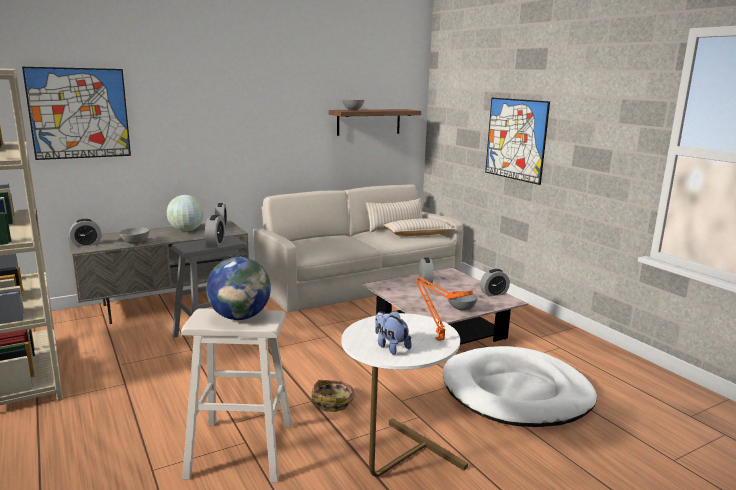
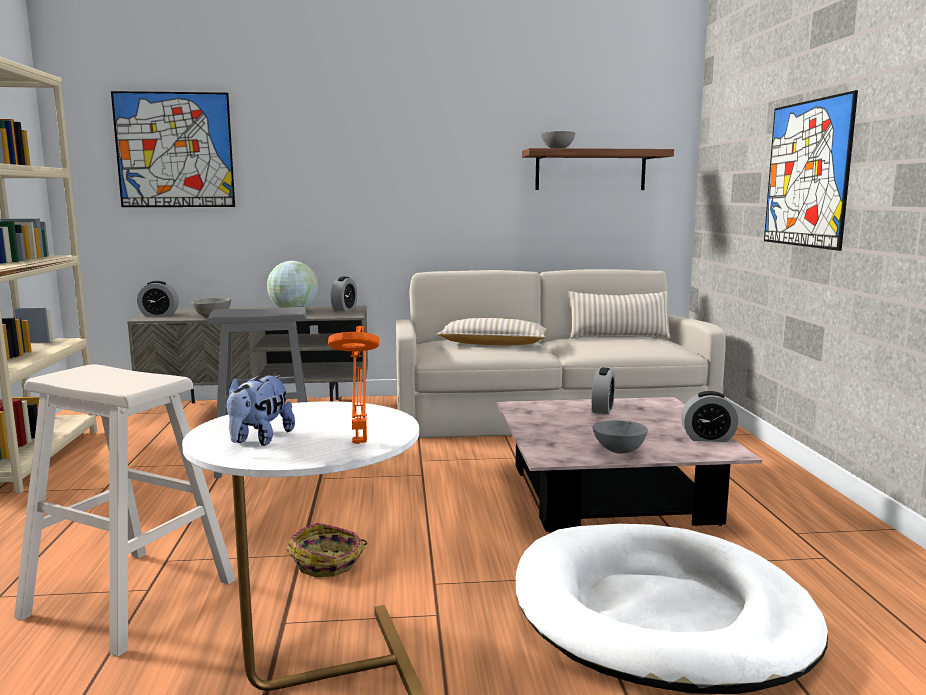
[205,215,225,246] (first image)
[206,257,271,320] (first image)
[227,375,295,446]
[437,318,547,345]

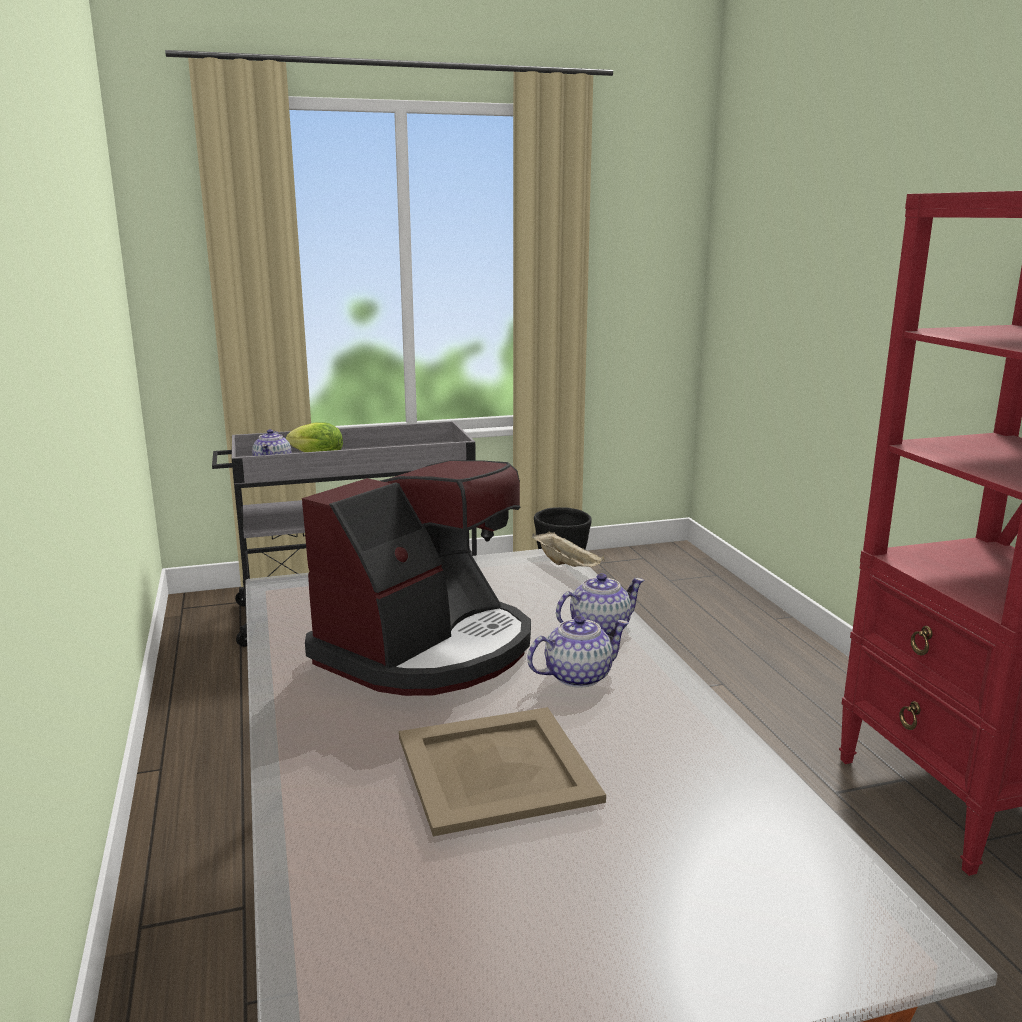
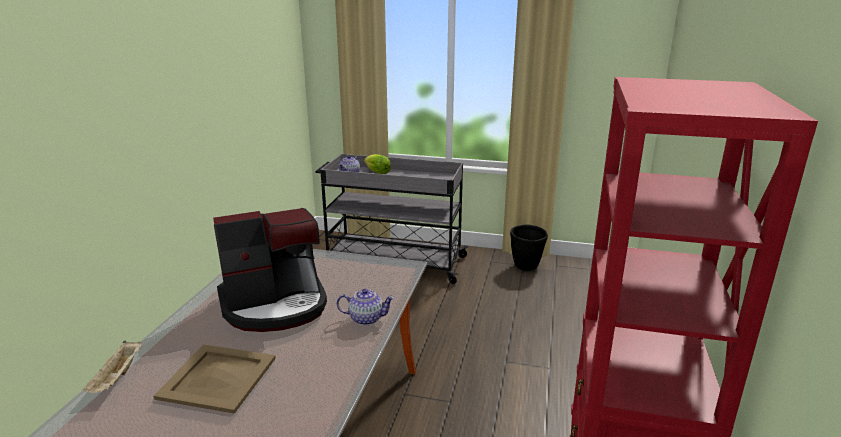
[527,615,629,688] (first image)
[83,341,142,393]

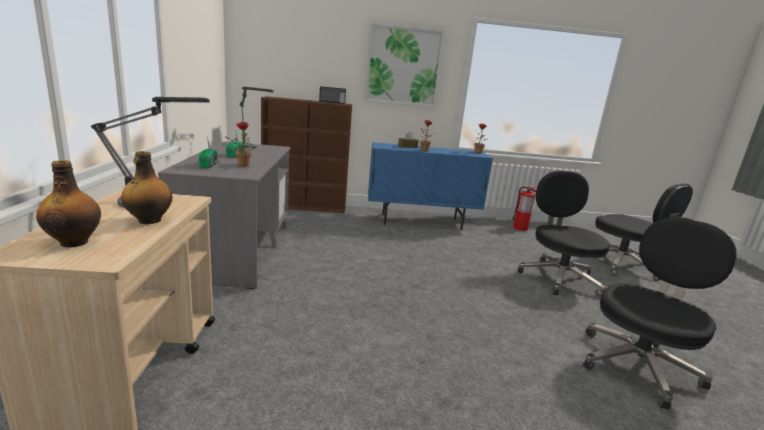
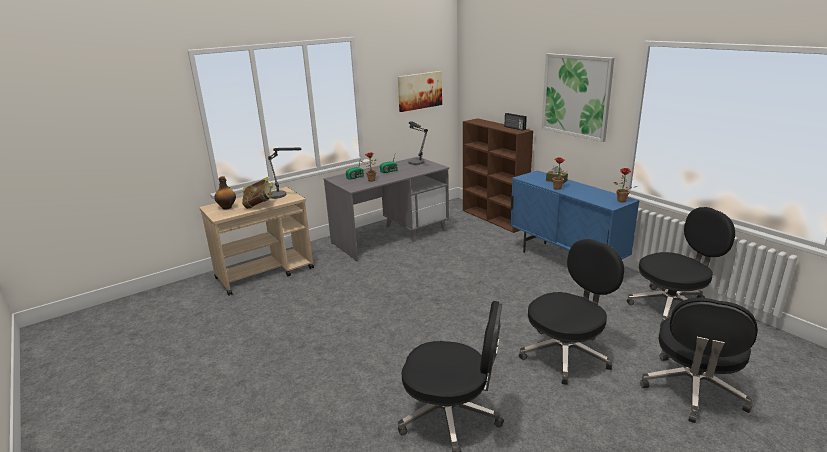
[242,177,273,209]
[627,207,735,326]
[398,71,442,112]

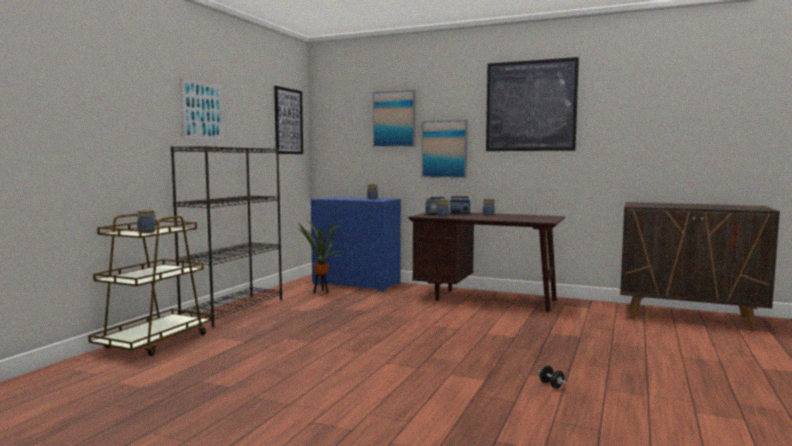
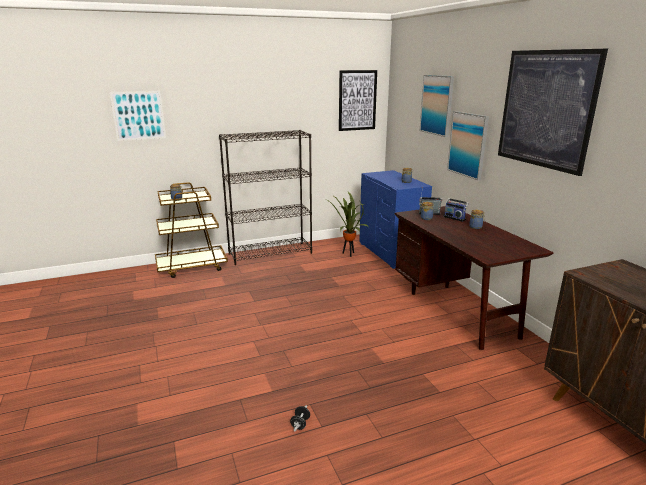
[110,91,166,141]

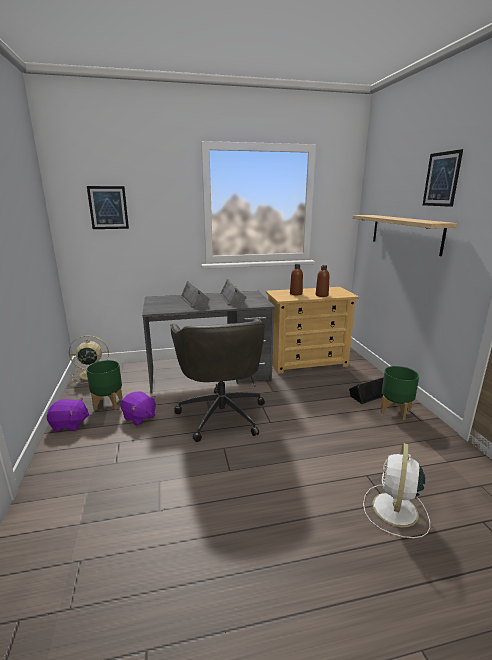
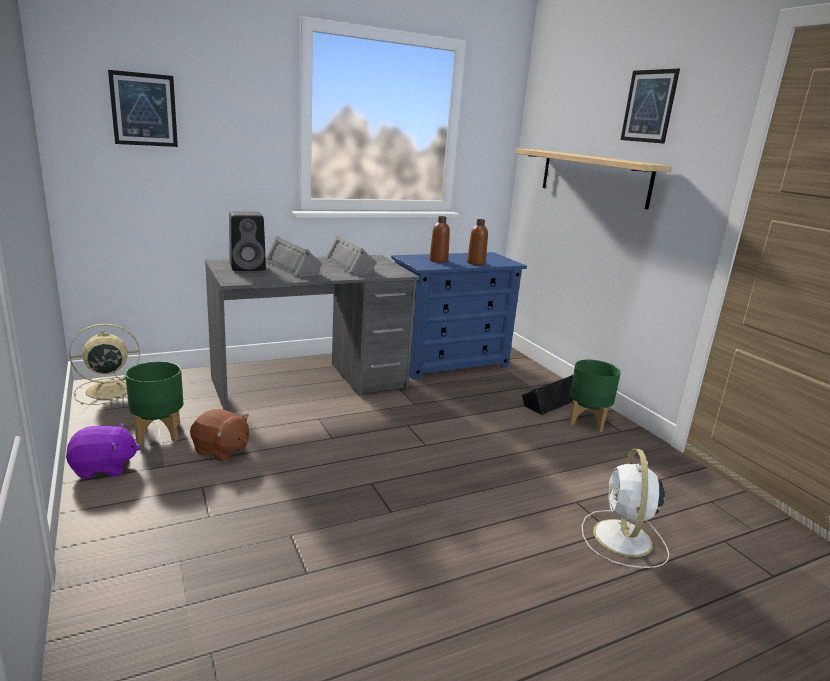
[190,409,249,462]
[170,318,265,442] (first image)
[391,252,527,380]
[229,211,266,271]

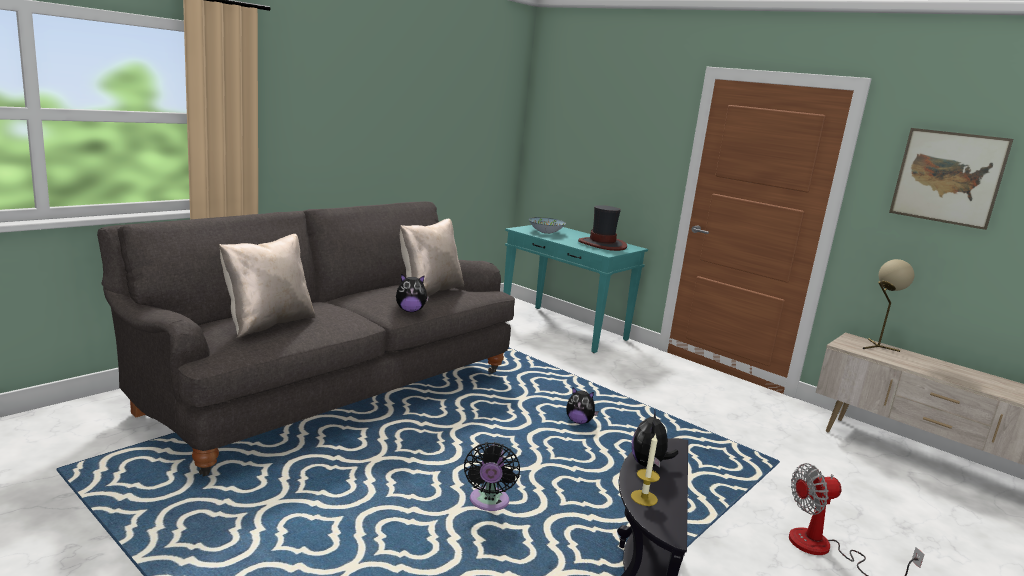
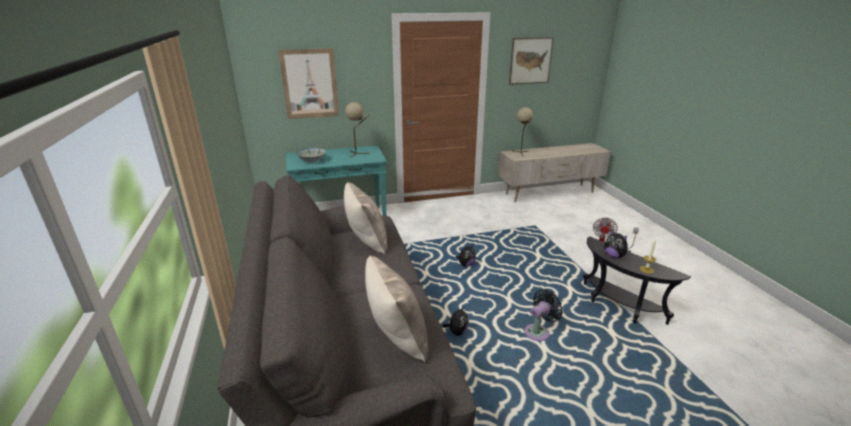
[443,305,469,336]
[524,289,563,341]
[345,102,370,157]
[278,48,339,119]

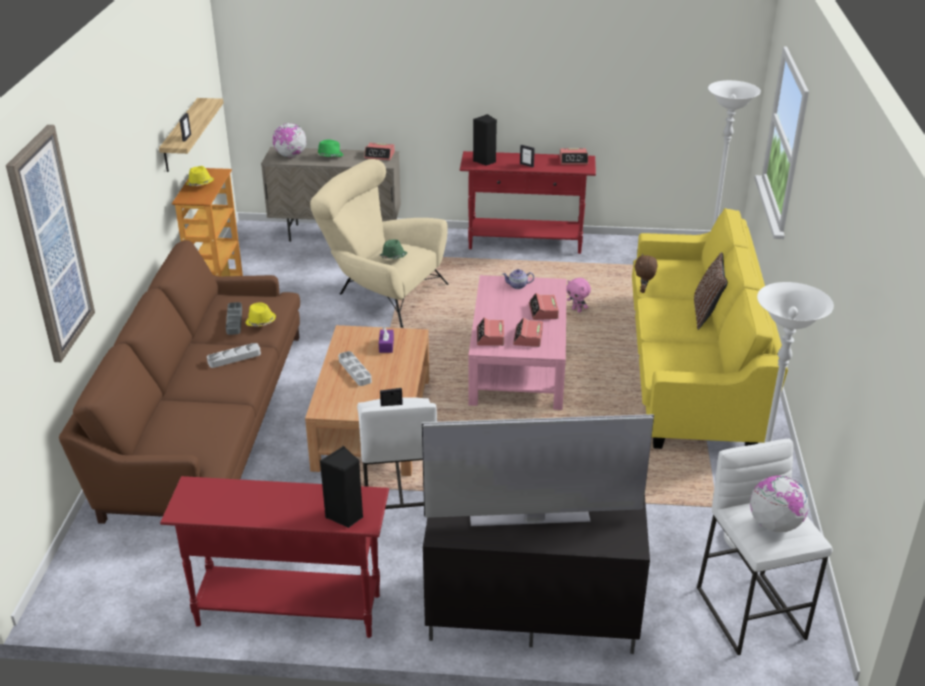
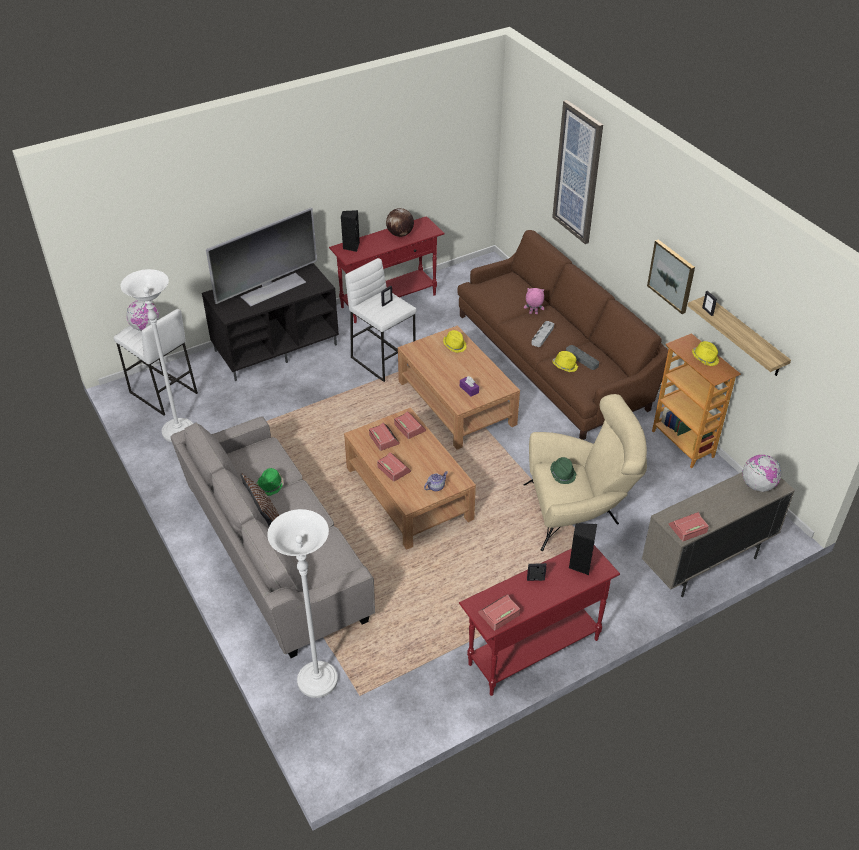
[256,468,284,496]
[339,351,372,386] (first image)
[344,407,476,550]
[524,288,544,314]
[170,416,375,658]
[635,253,658,293] (first image)
[386,208,414,237]
[443,330,467,353]
[647,240,695,314]

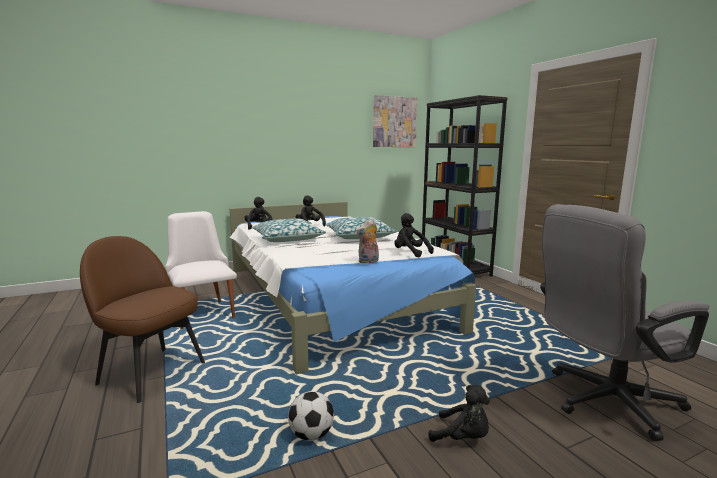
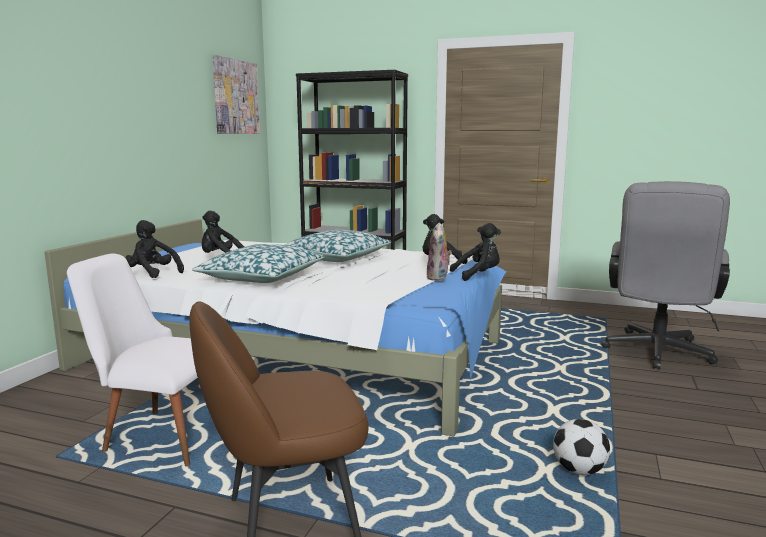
[450,223,501,281]

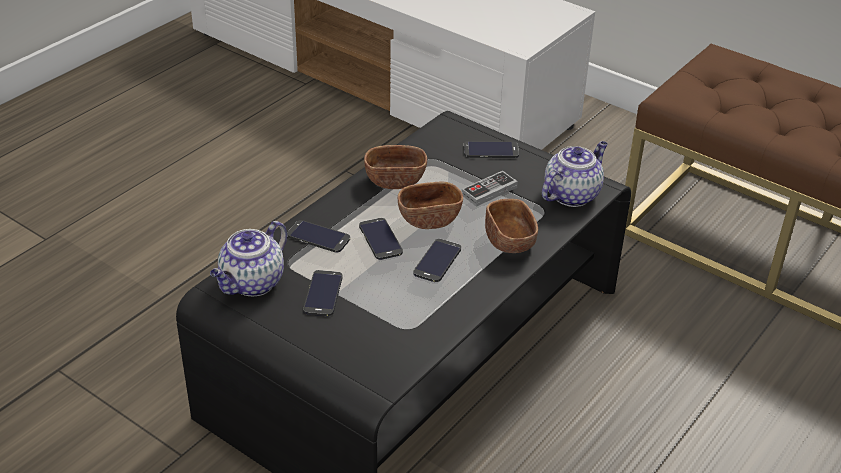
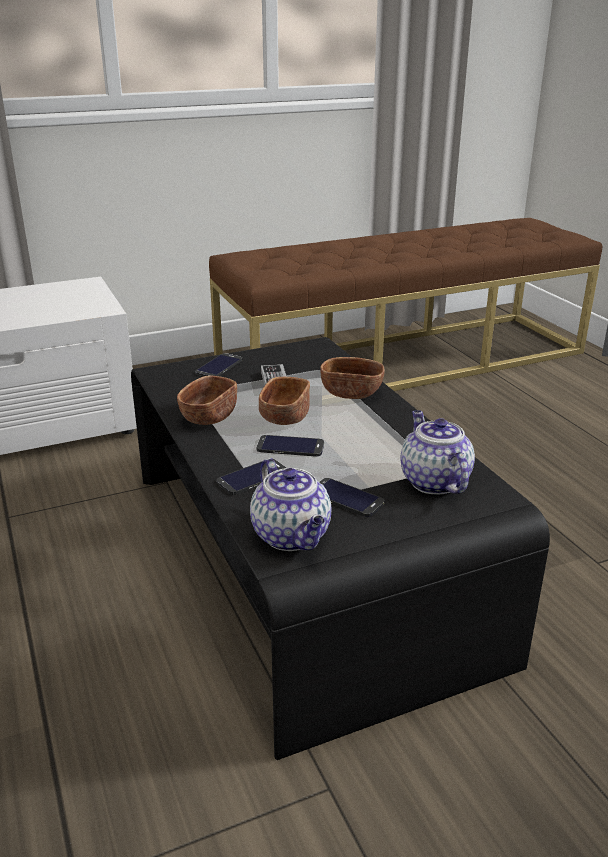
[413,239,461,282] (first image)
[400,410,475,494]

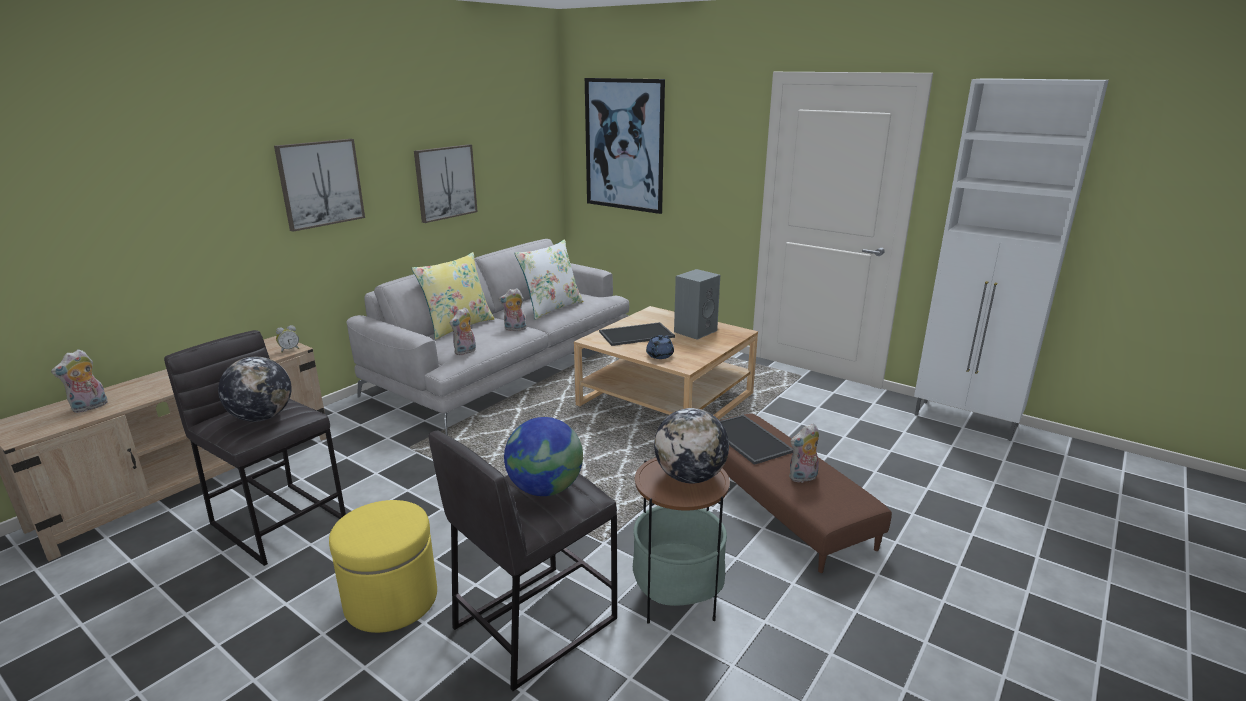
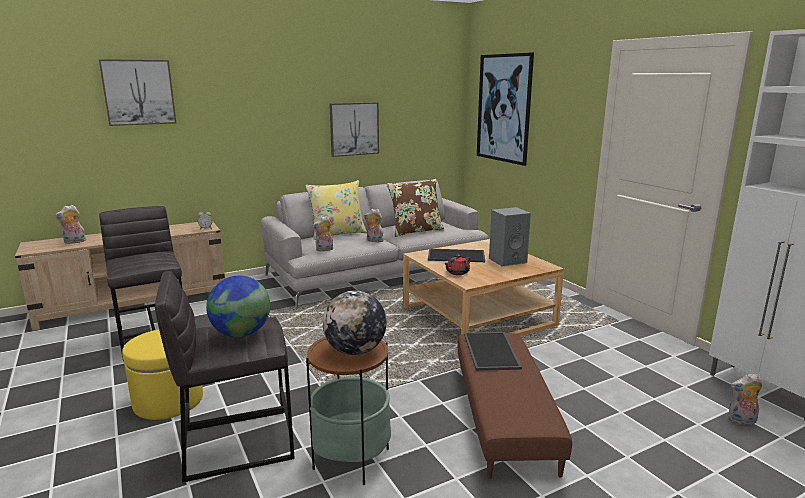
[218,357,292,422] (first image)
[99,59,176,126]
[387,179,444,237]
[444,255,471,275]
[728,374,762,425]

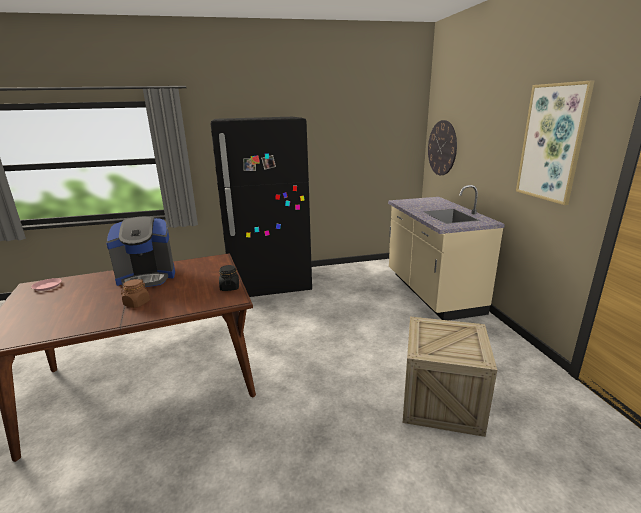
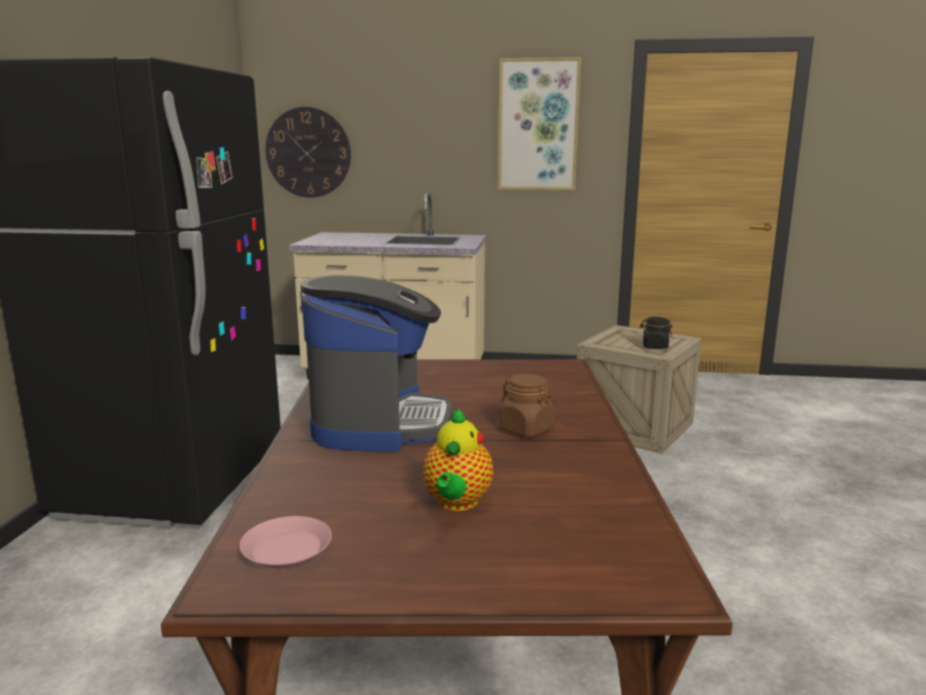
[640,317,672,349]
[423,408,493,511]

